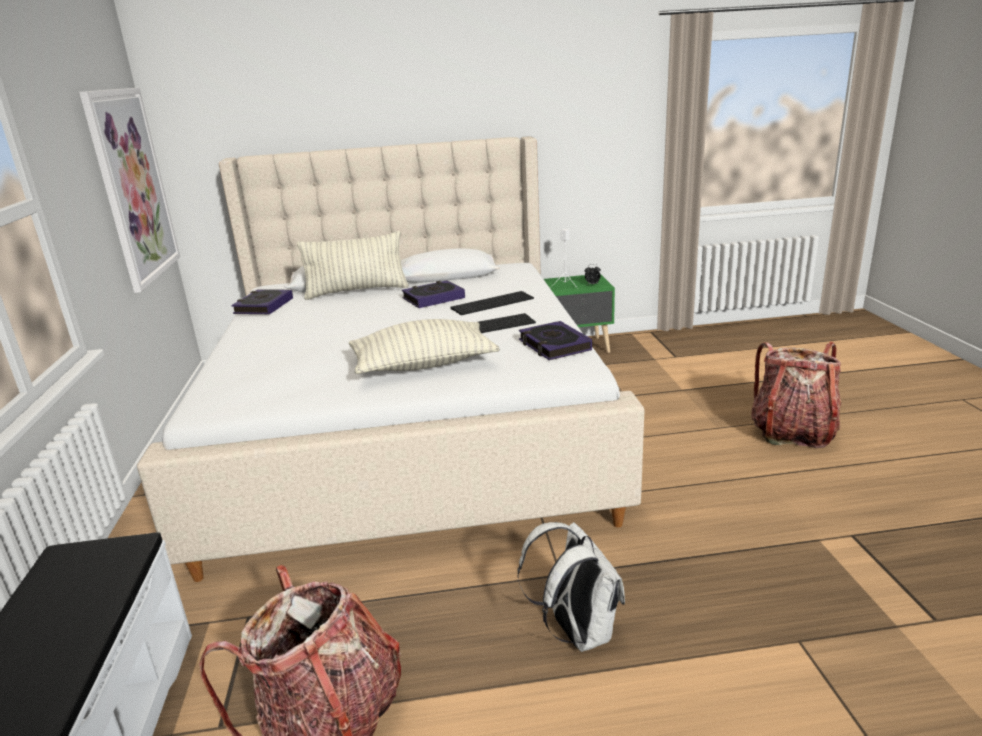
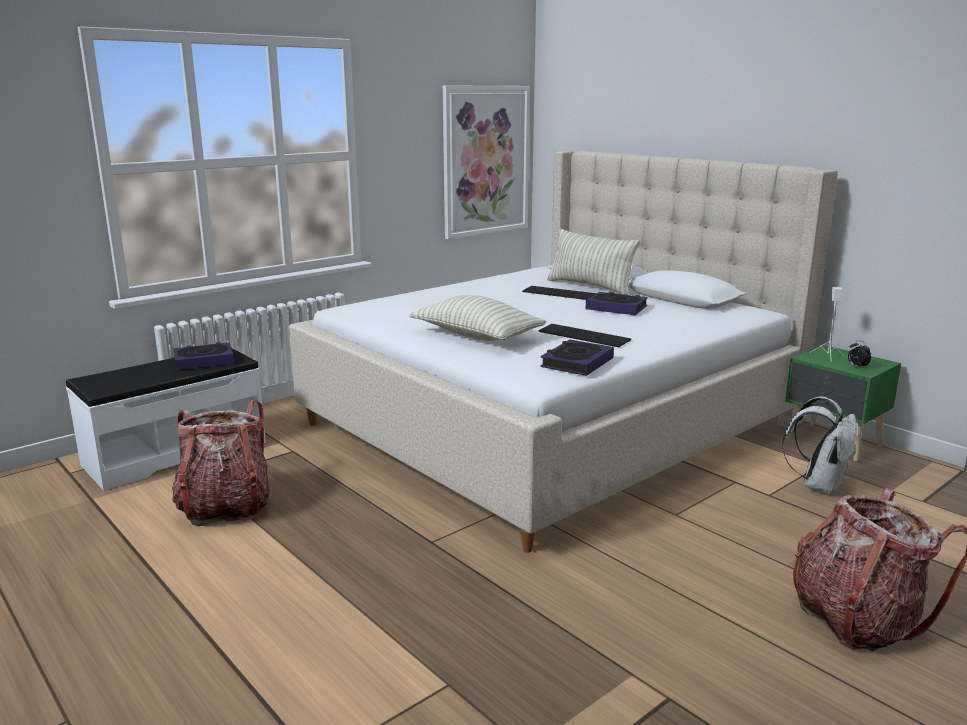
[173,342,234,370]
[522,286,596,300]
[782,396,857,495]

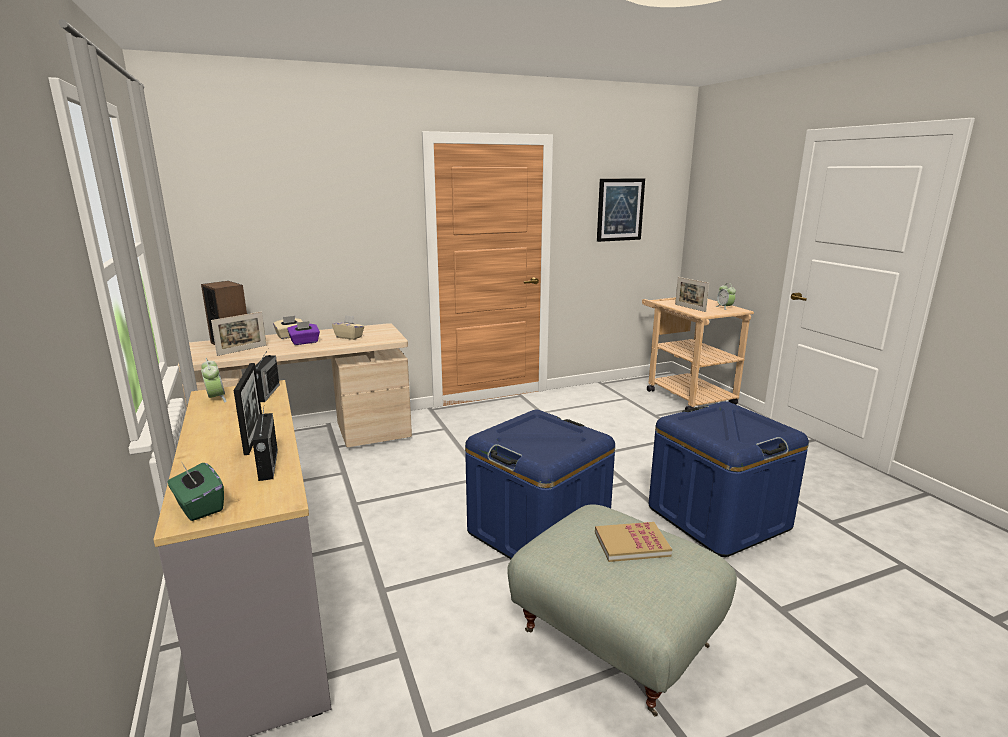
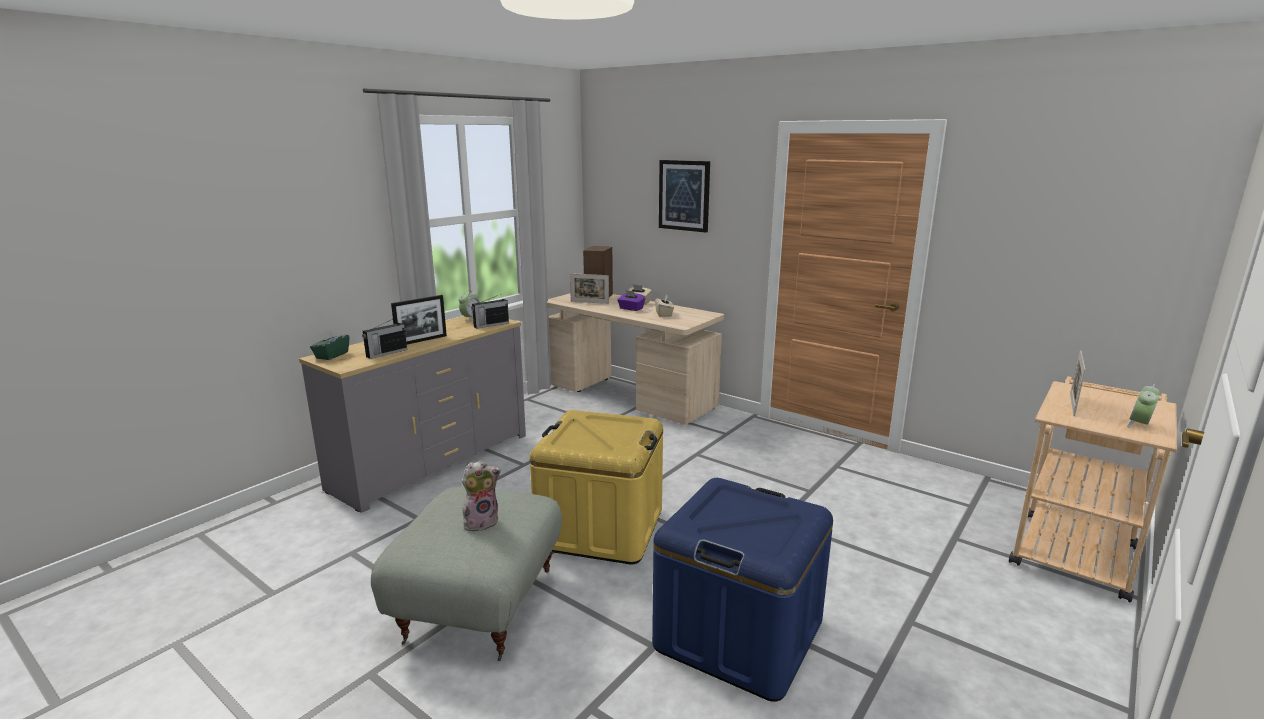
[530,410,663,565]
[462,460,501,531]
[659,160,710,232]

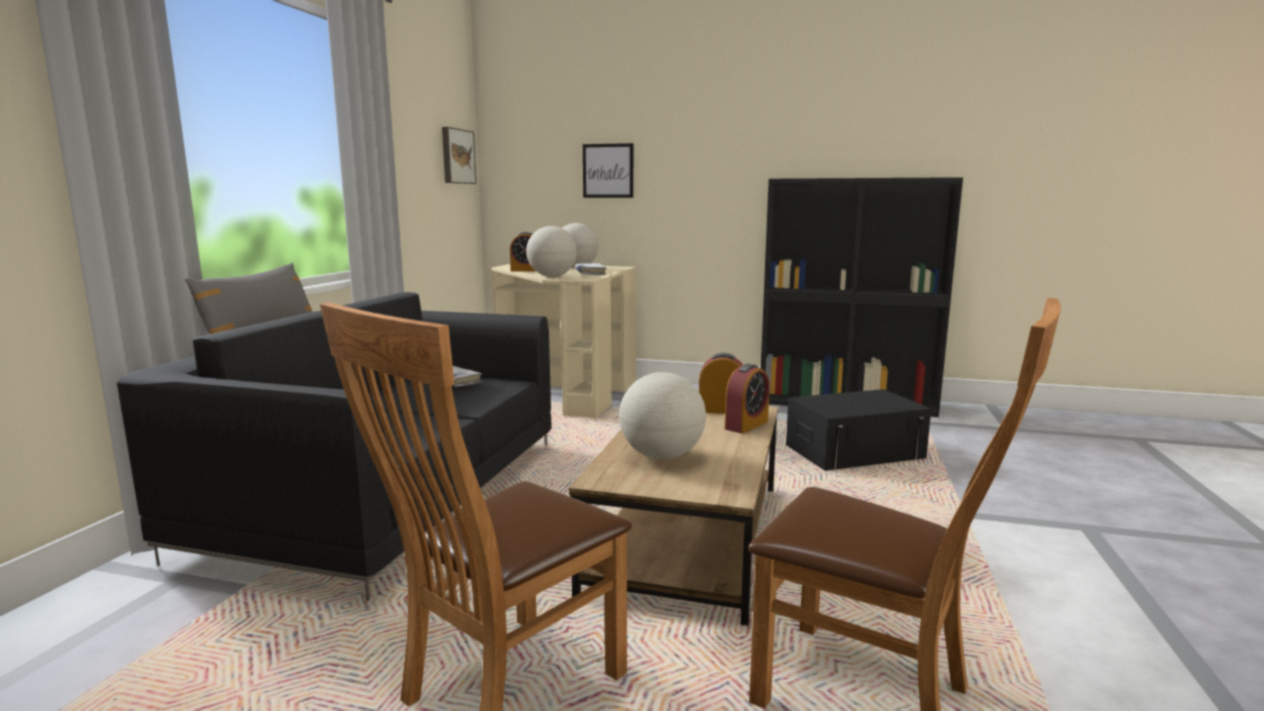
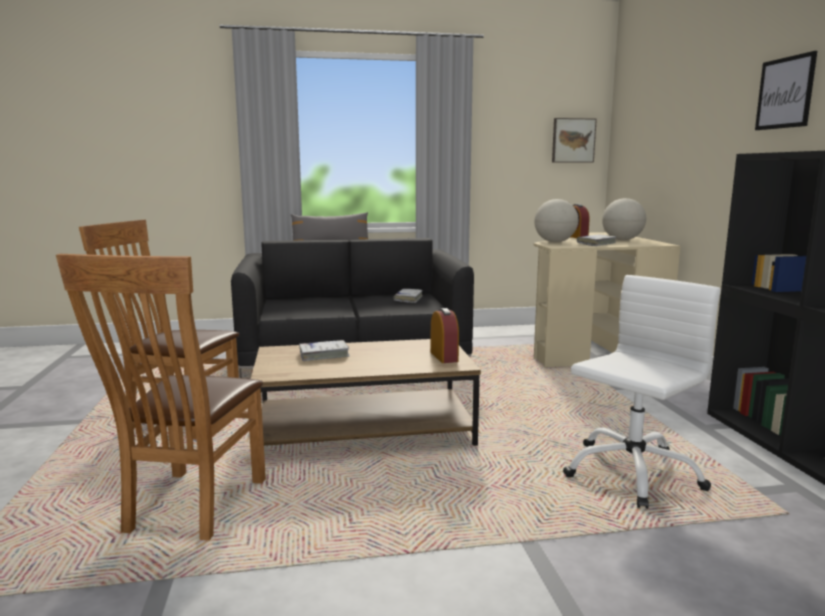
[755,51,817,130]
[299,340,350,361]
[725,364,770,434] (first image)
[563,275,721,509]

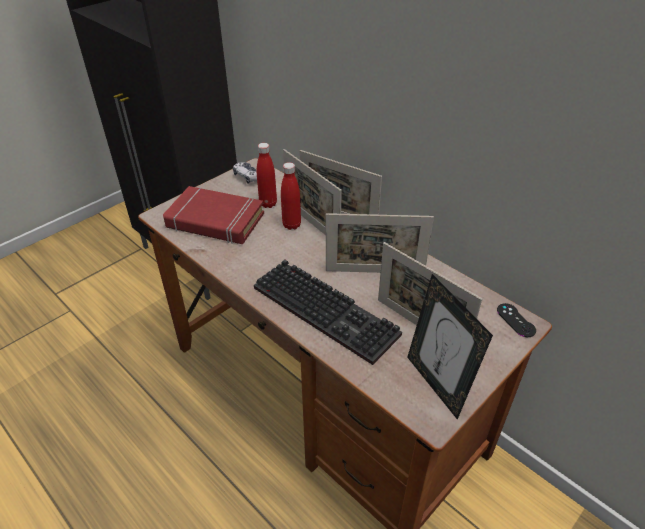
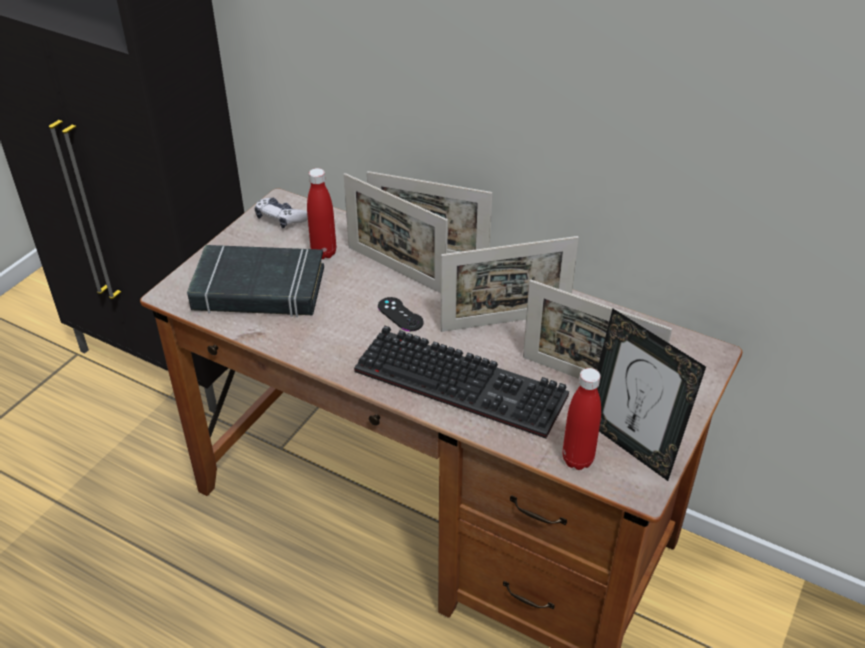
[187,245,324,317]
[562,368,601,470]
[378,297,424,331]

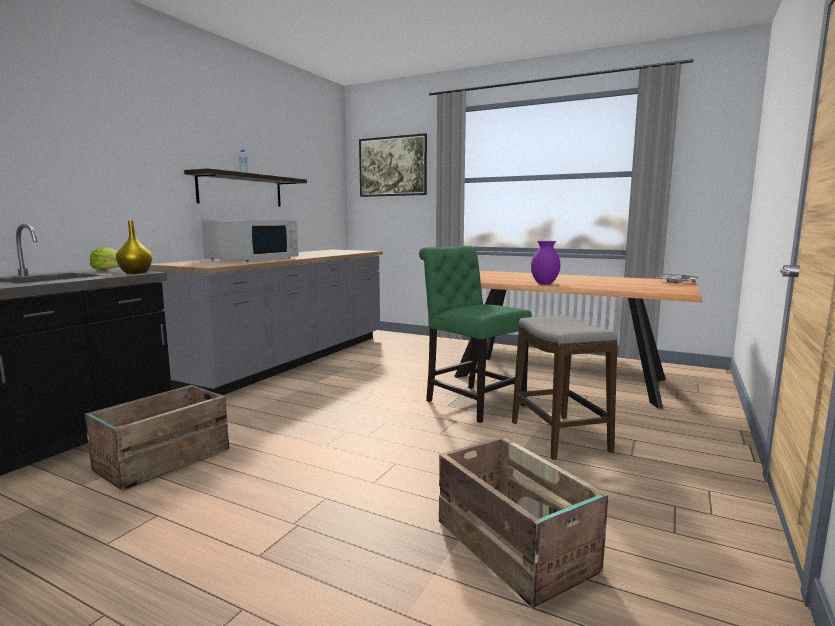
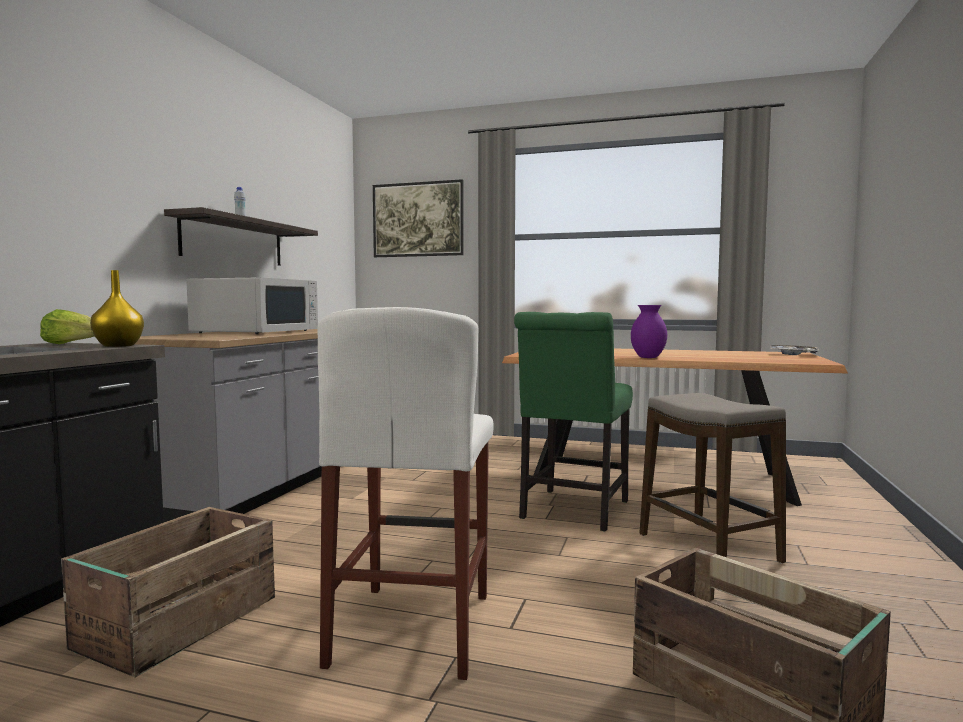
[514,312,633,531]
[318,307,494,680]

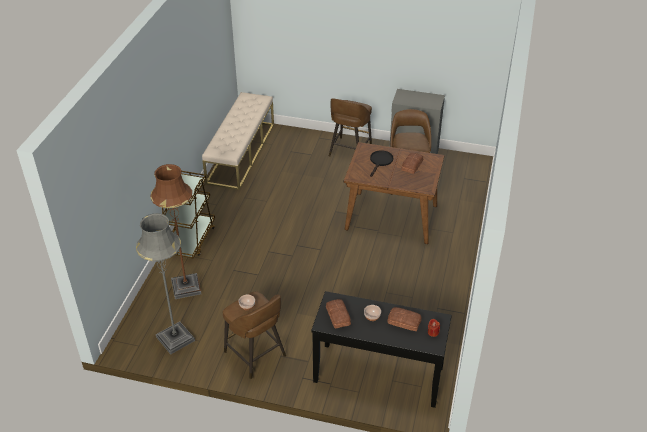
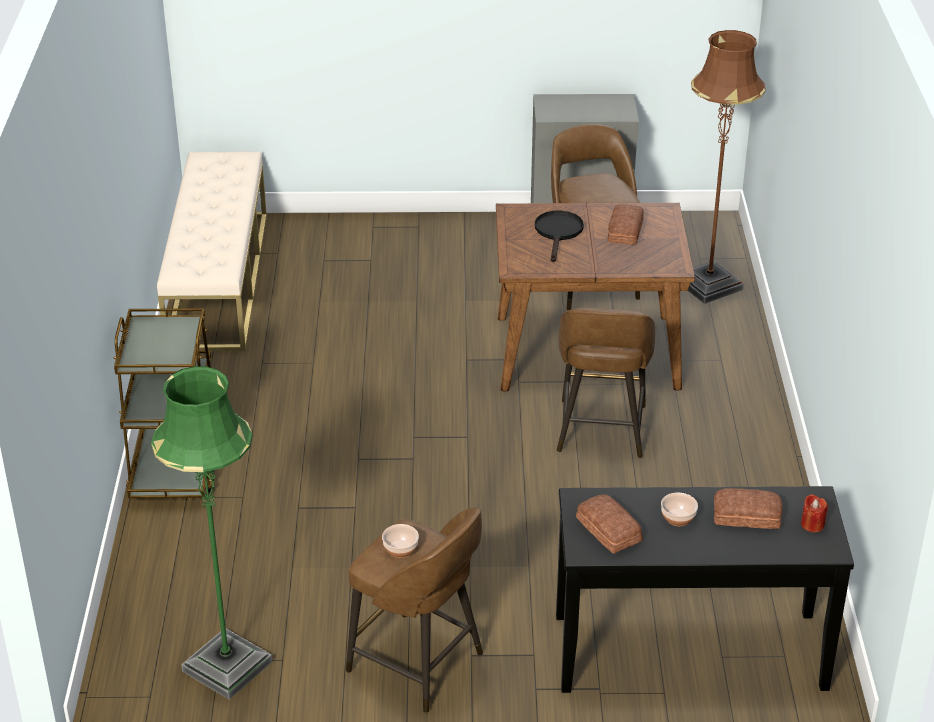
[151,366,272,700]
[688,30,766,304]
[557,308,655,458]

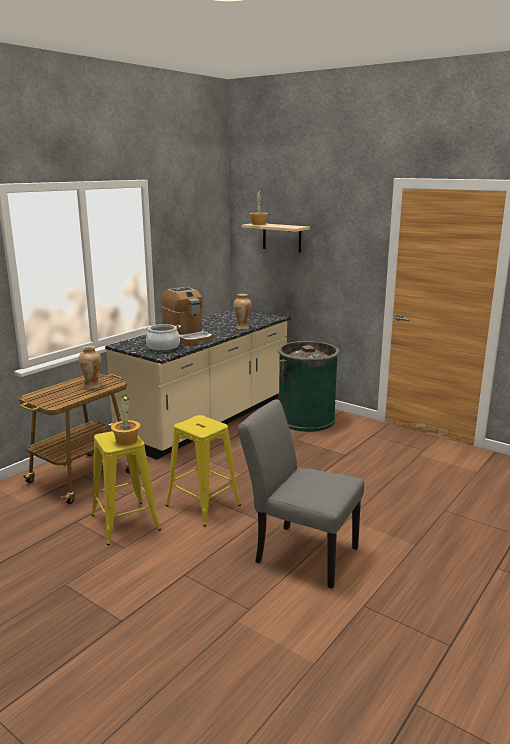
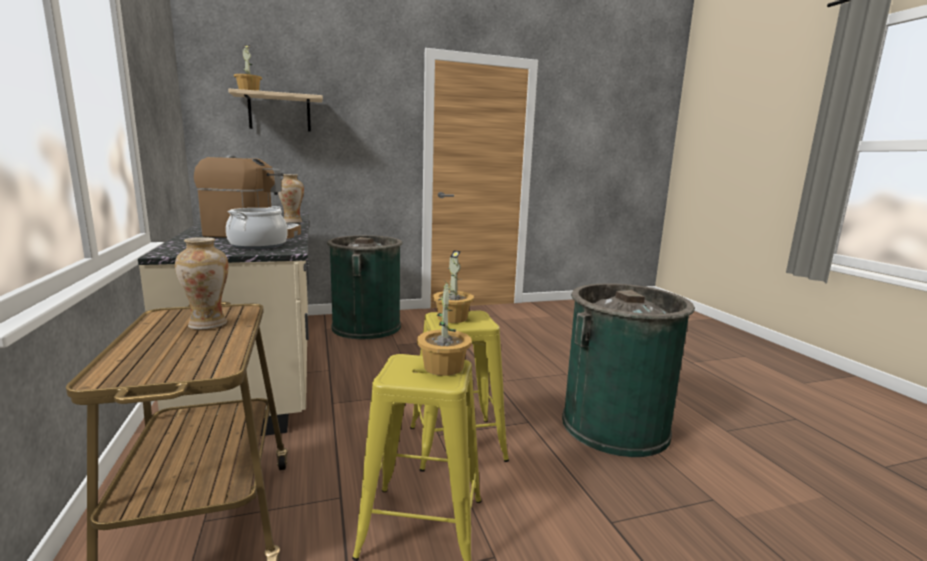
[562,283,695,457]
[433,250,474,323]

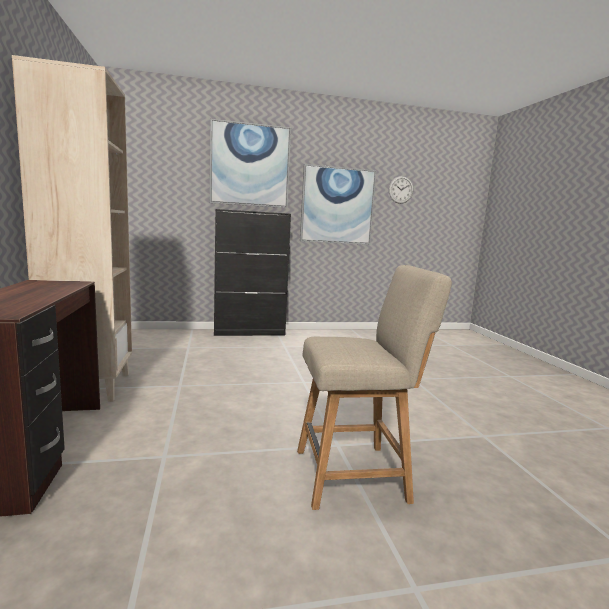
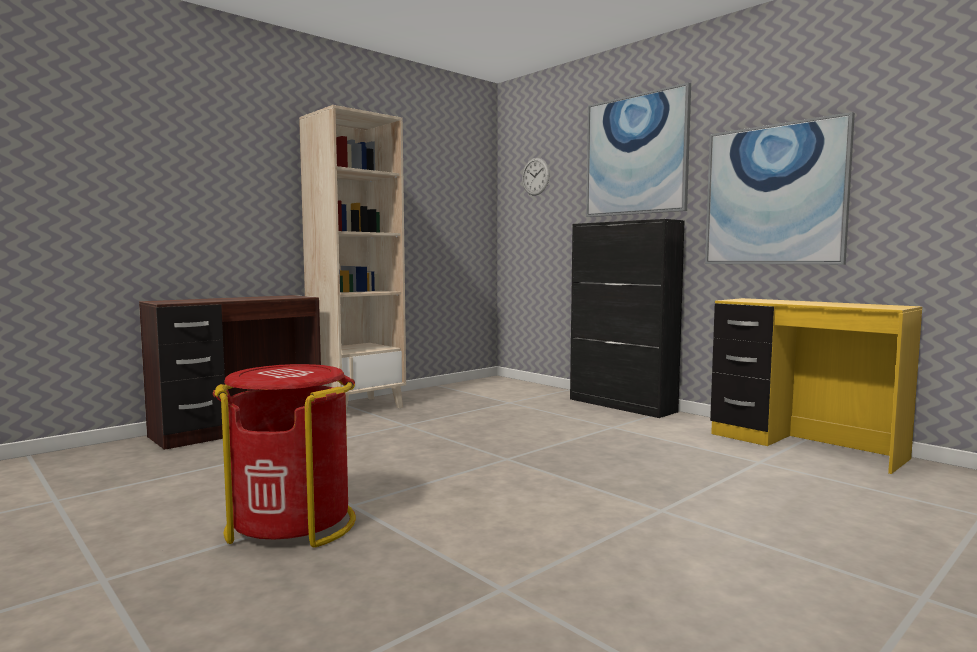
[213,364,356,548]
[522,158,550,196]
[710,298,922,474]

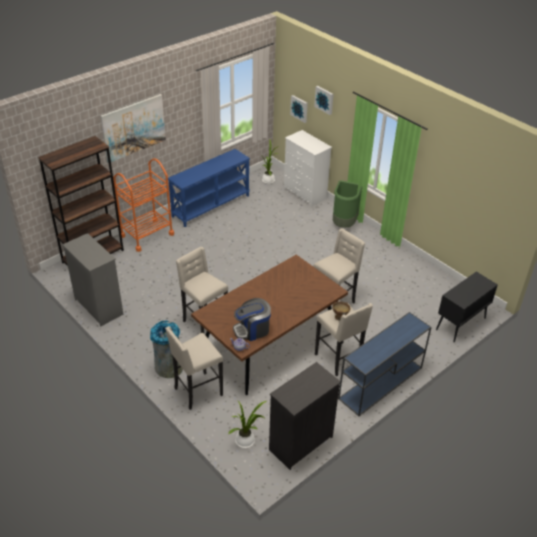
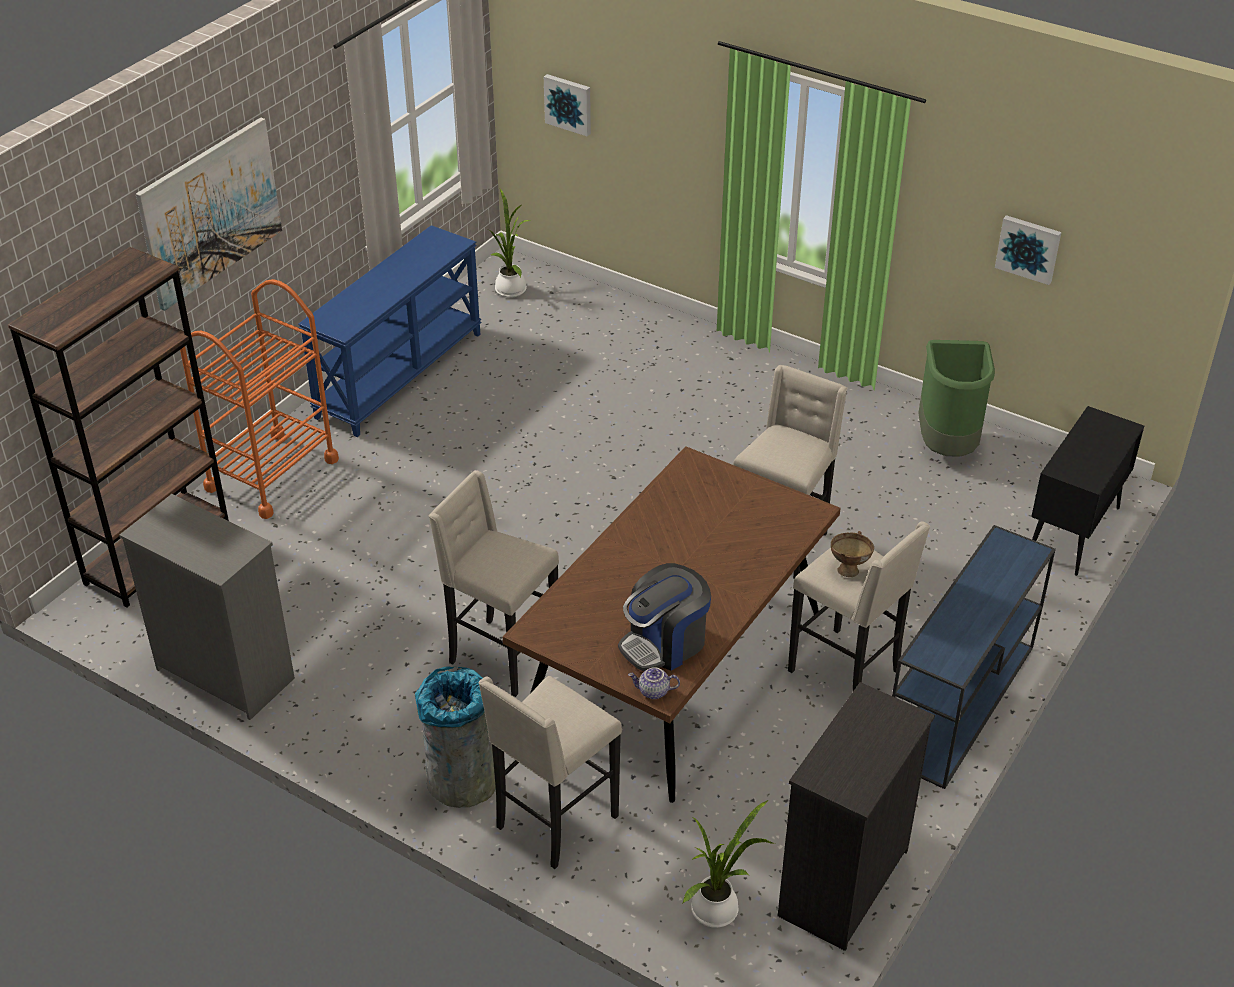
[284,130,332,207] (first image)
[995,215,1062,285]
[918,340,995,457]

